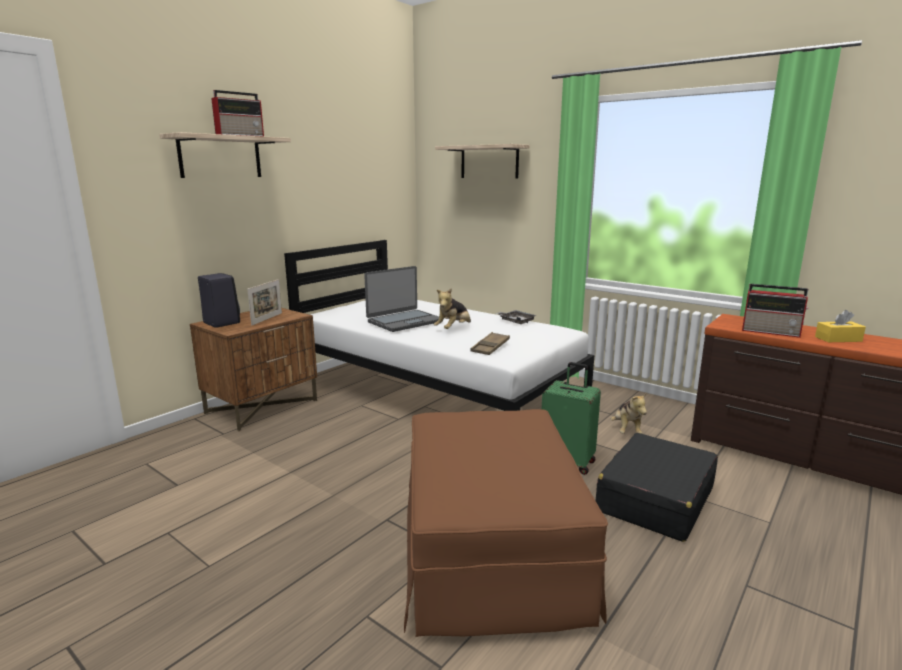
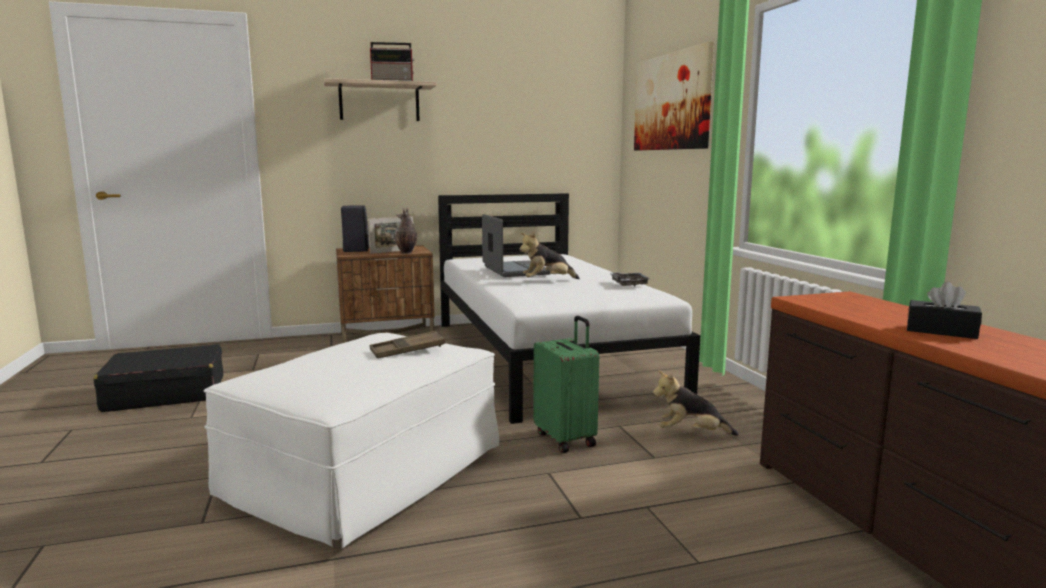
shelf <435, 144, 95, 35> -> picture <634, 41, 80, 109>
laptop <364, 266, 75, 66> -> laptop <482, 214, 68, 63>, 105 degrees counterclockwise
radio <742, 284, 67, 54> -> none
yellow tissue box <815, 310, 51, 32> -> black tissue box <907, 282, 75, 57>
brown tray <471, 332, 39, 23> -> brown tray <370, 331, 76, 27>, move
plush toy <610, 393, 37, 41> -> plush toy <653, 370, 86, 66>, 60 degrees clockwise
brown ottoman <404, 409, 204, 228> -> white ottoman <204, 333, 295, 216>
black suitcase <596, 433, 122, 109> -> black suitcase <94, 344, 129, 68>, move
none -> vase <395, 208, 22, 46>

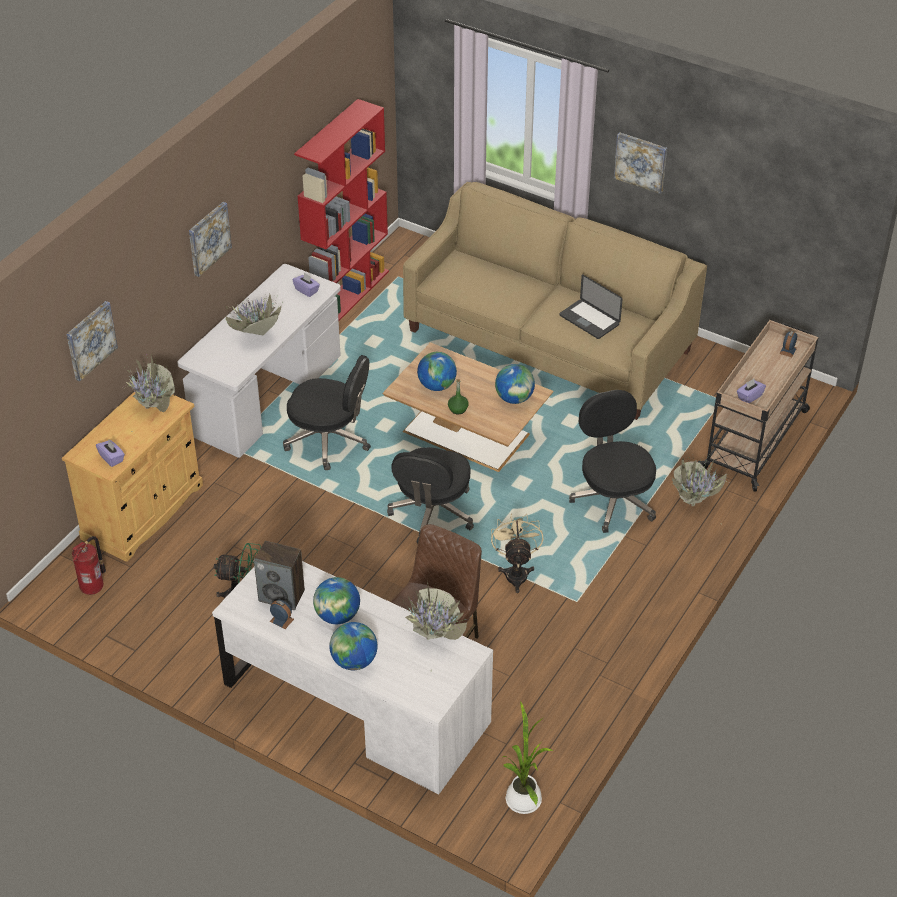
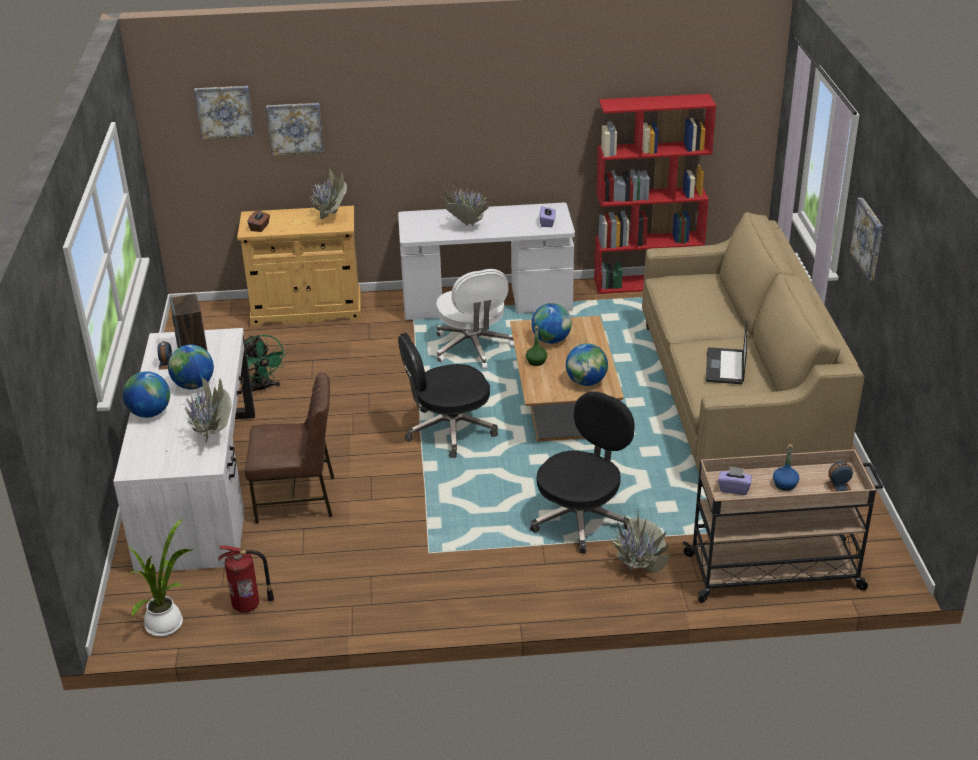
picture <189, 202, 43, 75> -> picture <194, 86, 60, 53>, move
black office chair <283, 355, 88, 115> -> white office chair <436, 269, 78, 100>
purple tissue box <96, 440, 29, 27> -> brown tissue box <247, 210, 23, 22>
beige fan <491, 513, 52, 80> -> none
fire extinguisher <72, 536, 34, 59> -> fire extinguisher <218, 545, 56, 68>, move
none -> blue bottle <773, 444, 27, 47>

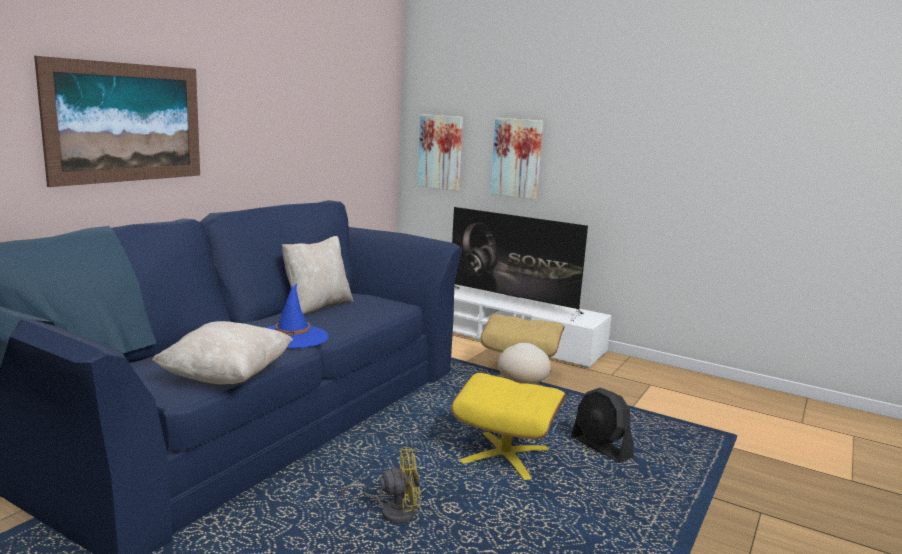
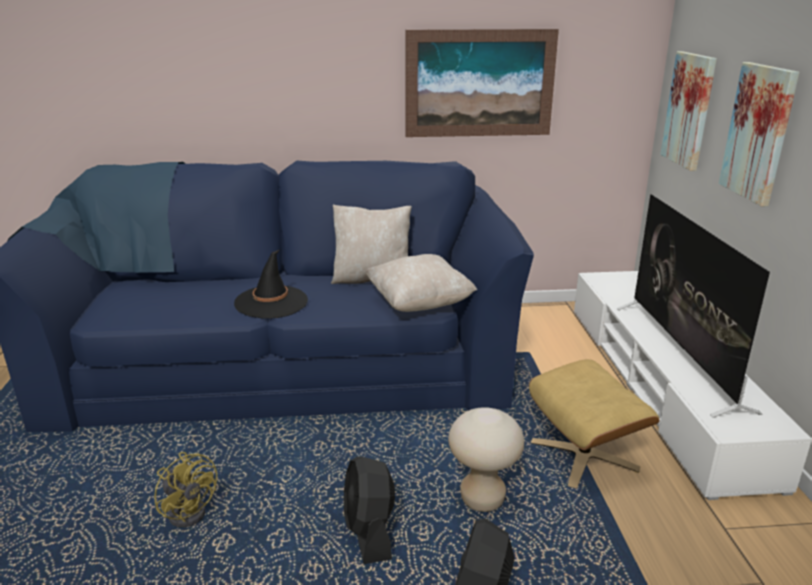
picture <34, 56, 166, 131> -> picture <405, 29, 154, 108>, move
blue hat <265, 284, 64, 64> -> black hat <234, 250, 74, 69>
beige pillow <152, 321, 141, 63> -> beige pillow <365, 254, 112, 58>, move
yellow ottoman <451, 373, 115, 107> -> black fan <344, 456, 51, 108>

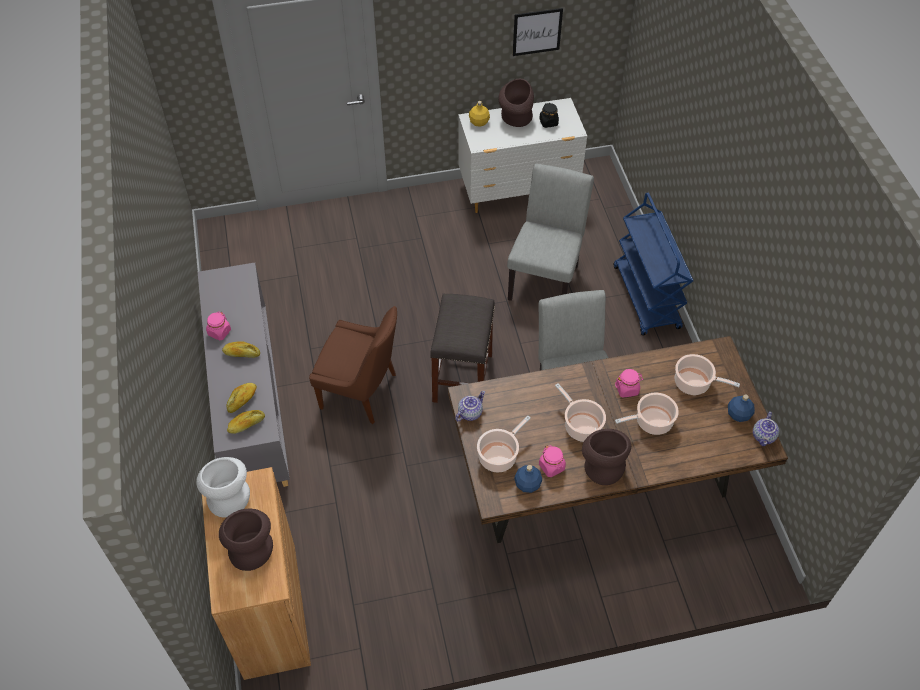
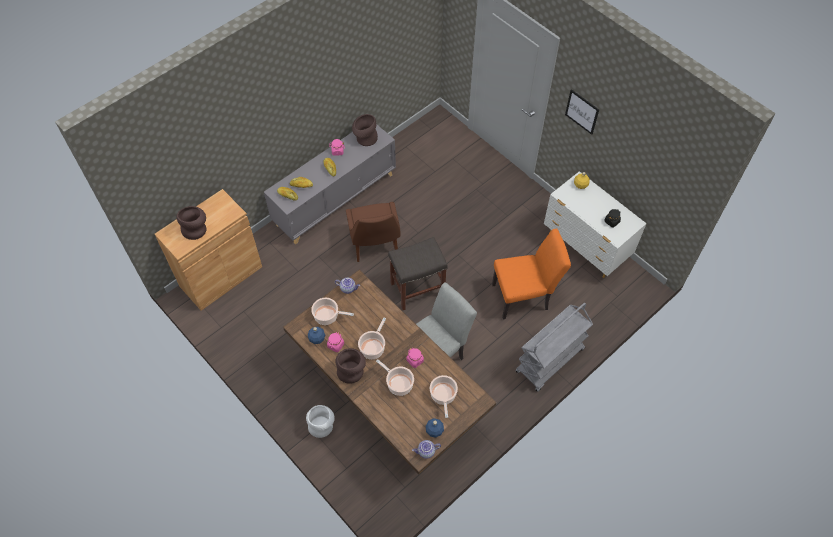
picture <513, 8, 50, 48> -> picture <565, 89, 34, 46>, move
brown vase <499, 79, 35, 48> -> brown vase <352, 114, 26, 32>, move
grey chair <507, 163, 87, 138> -> orange chair <492, 228, 79, 91>
blue cart <614, 193, 79, 143> -> grey cart <515, 303, 78, 89>
white vase <196, 457, 54, 61> -> white vase <306, 405, 29, 33>, move

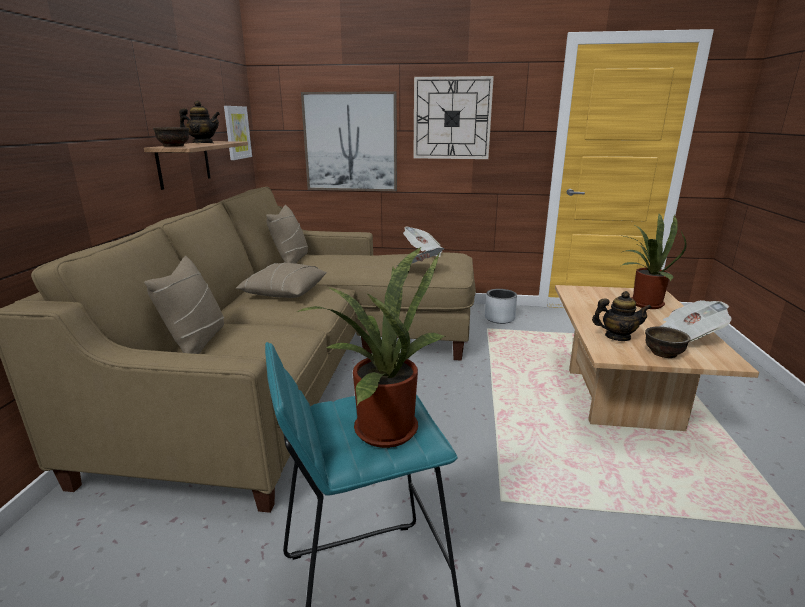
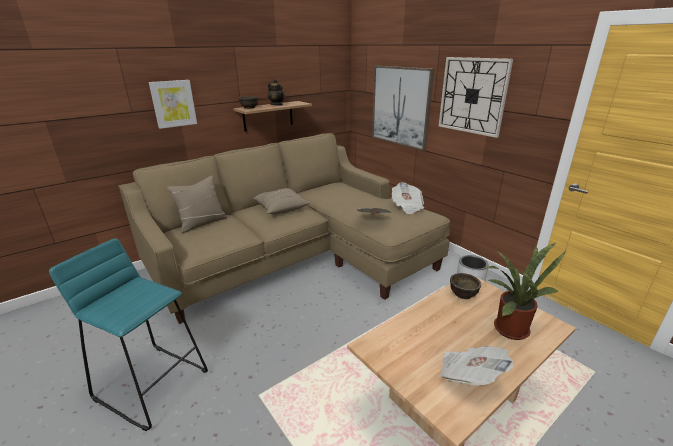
picture <224, 106, 28, 54> -> picture <149, 80, 48, 49>, move
beige pillow <266, 205, 42, 59> -> none
potted plant <297, 247, 147, 201> -> none
teapot <592, 291, 60, 50> -> none
brown bowl <645, 326, 46, 32> -> brown bowl <450, 273, 31, 26>, move

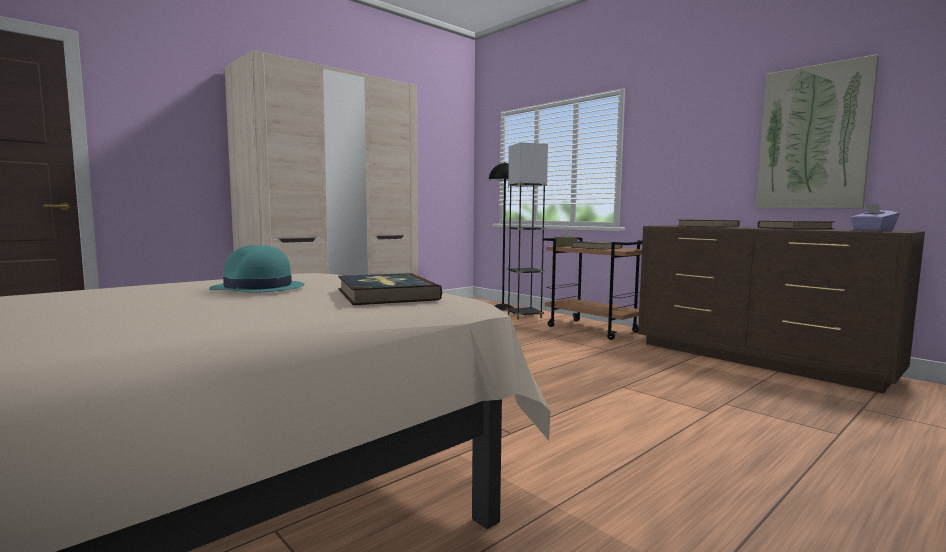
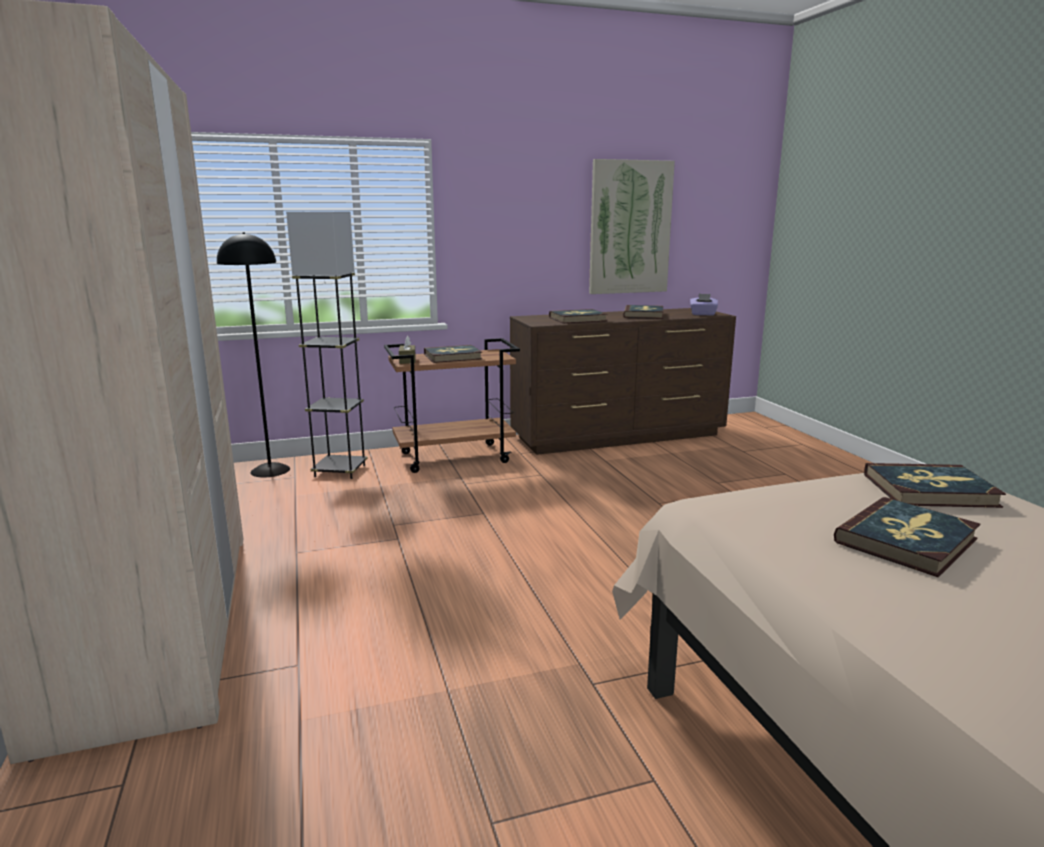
turquoise hat <209, 245, 96, 48> -> book <834, 497, 146, 80>

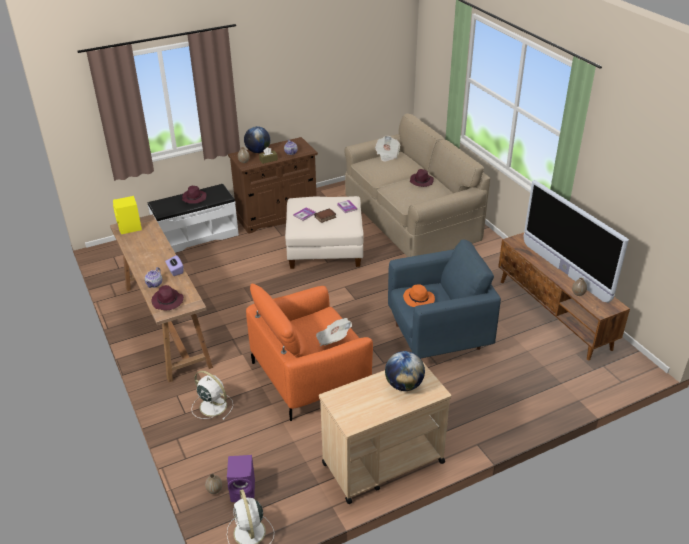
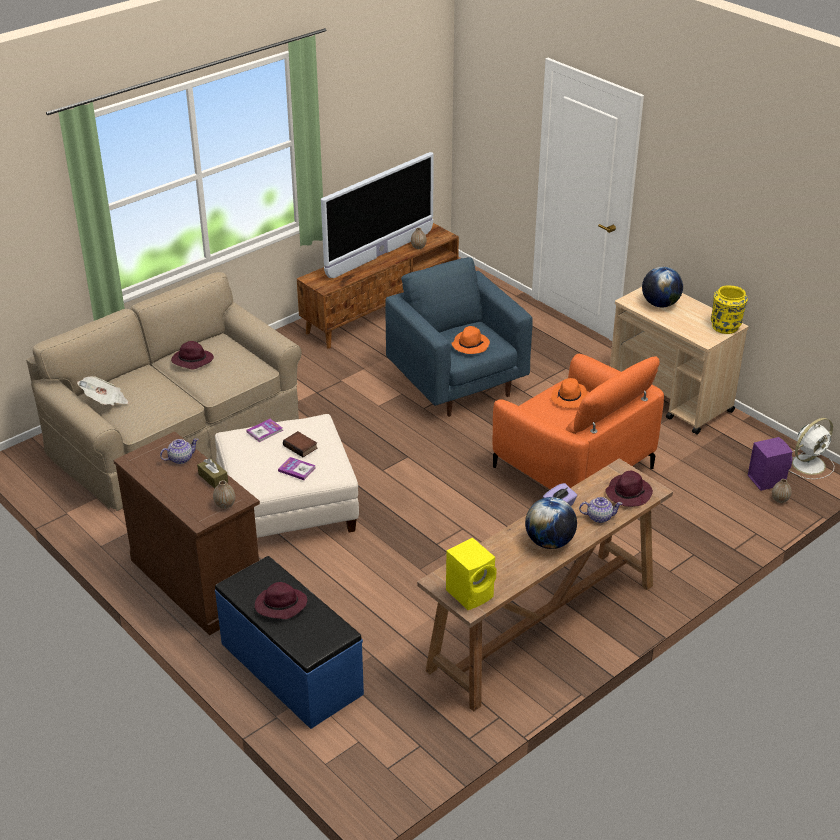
globe <244, 126, 26, 27> -> globe <525, 497, 52, 52>, move
white bench <148, 184, 91, 69> -> blue bench <215, 556, 149, 173>
newspaper <316, 318, 36, 28> -> orange hat <551, 378, 36, 30>
white fan <191, 371, 42, 49> -> none
none -> yellow vase <711, 286, 37, 48>

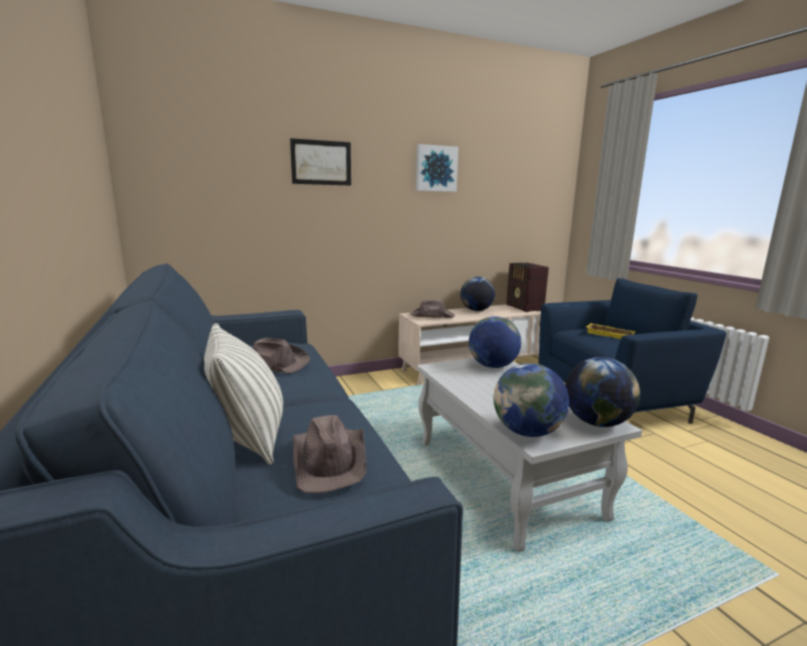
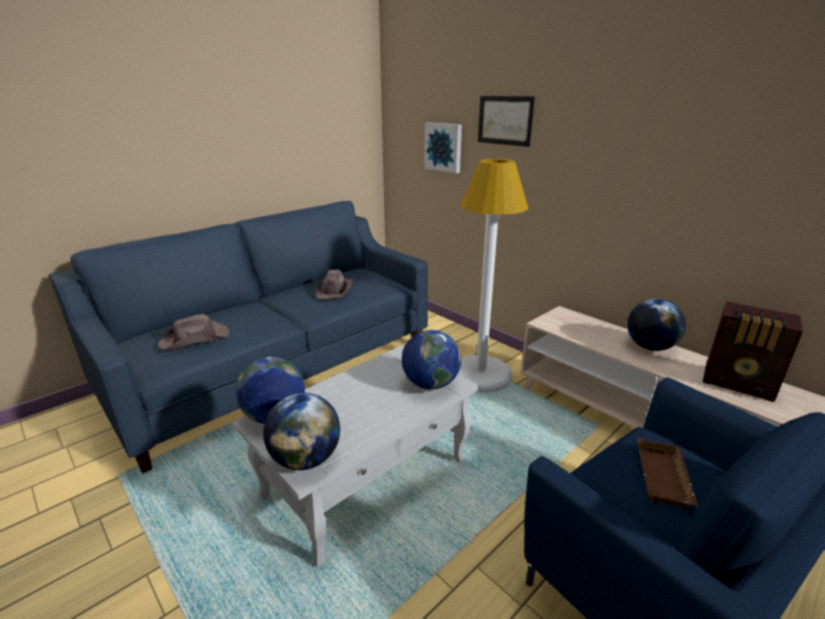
picture <416, 144, 42, 48> -> picture <424, 122, 38, 51>, move
radio <506, 263, 43, 49> -> radio <703, 301, 100, 101>, 105 degrees counterclockwise
brown hat <409, 300, 46, 18> -> none
pillow <204, 323, 79, 142> -> none
yellow tray <587, 323, 48, 16> -> brown tray <638, 438, 60, 69>
none -> white floor lamp <458, 159, 70, 234>

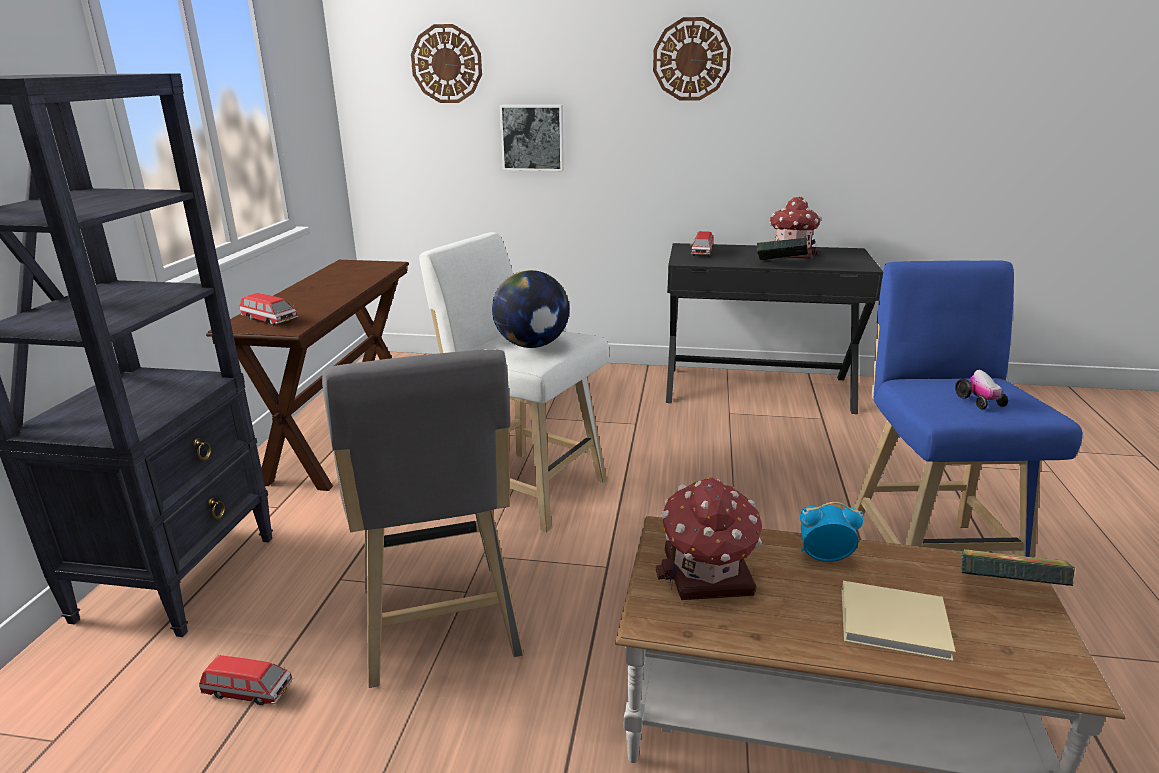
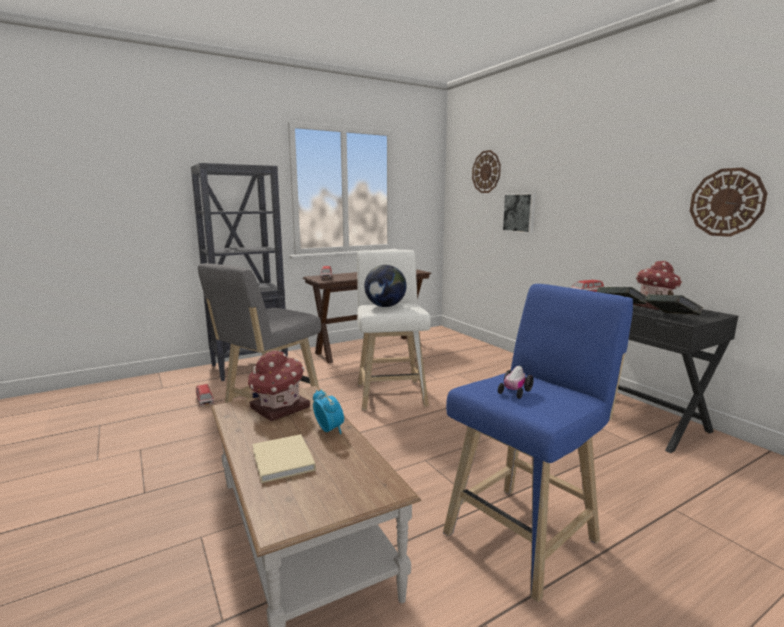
wall clock <653, 17, 78, 83> -> wall clock <690, 168, 78, 69>, move
book <962, 549, 113, 37> -> book <645, 294, 58, 21>, move

